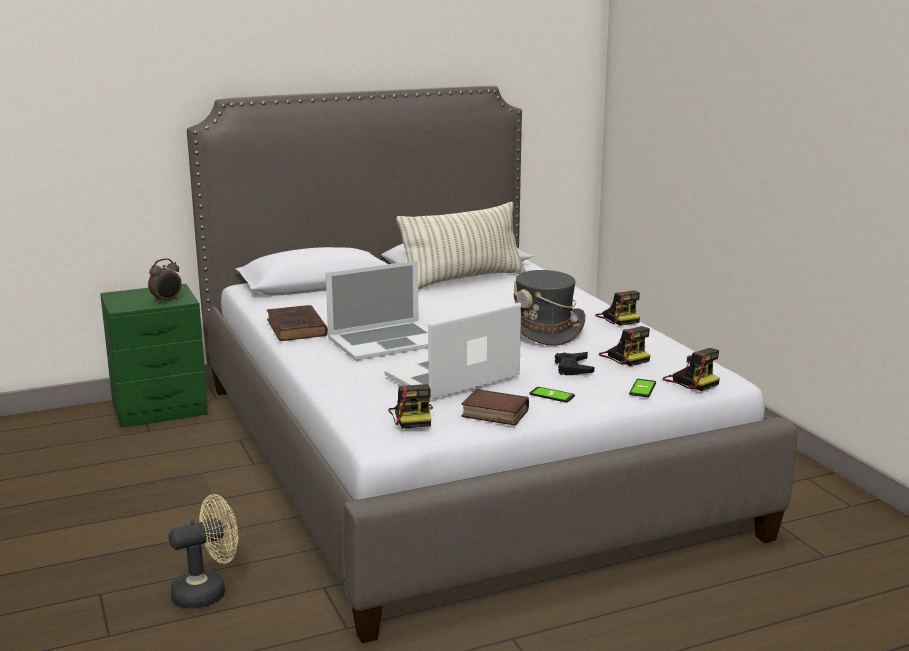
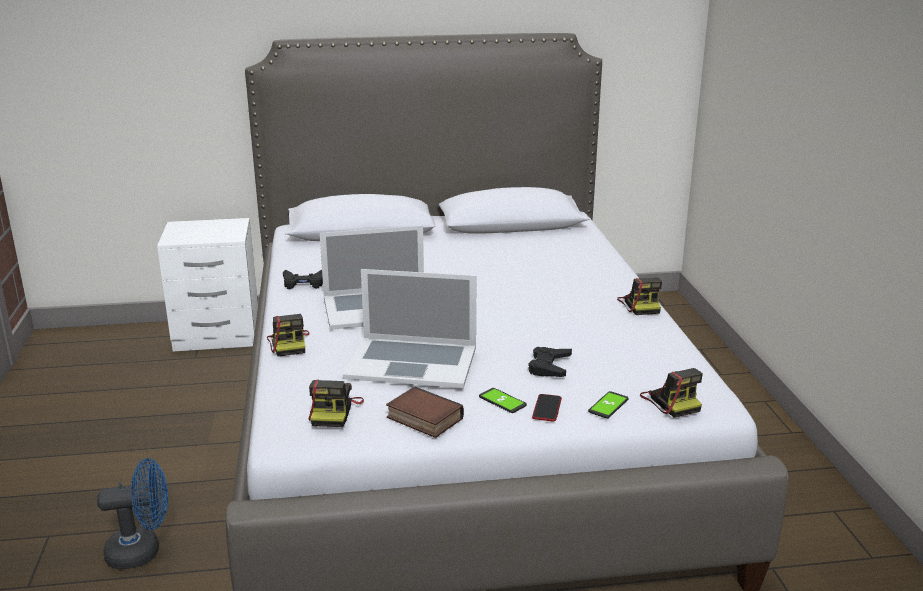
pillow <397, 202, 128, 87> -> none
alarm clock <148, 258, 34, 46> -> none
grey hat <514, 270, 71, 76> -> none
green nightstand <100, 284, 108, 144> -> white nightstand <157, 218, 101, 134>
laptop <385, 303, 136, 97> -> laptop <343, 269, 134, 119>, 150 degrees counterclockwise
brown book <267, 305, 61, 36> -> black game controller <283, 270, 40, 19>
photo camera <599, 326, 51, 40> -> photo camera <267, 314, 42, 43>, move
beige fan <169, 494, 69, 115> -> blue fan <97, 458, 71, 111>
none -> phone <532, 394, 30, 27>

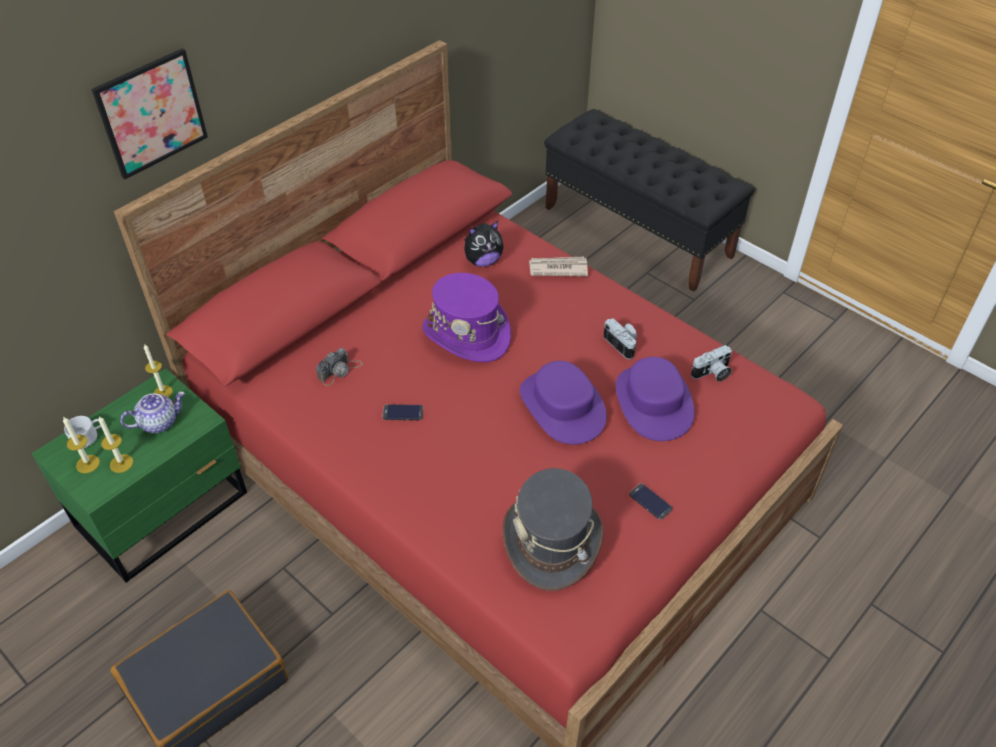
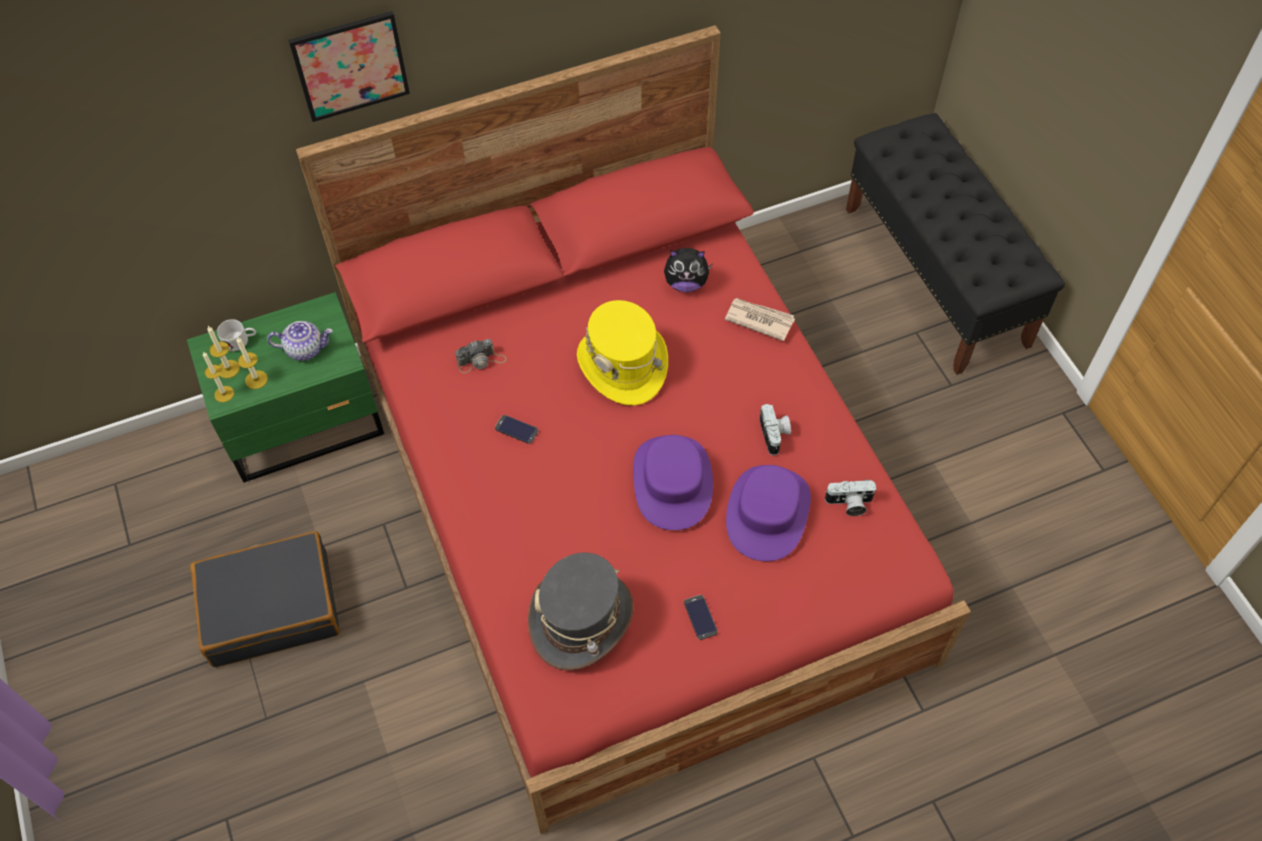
purple hat <422, 273, 89, 89> -> yellow hat <577, 300, 91, 106>
candle <144, 344, 29, 53> -> candle <203, 352, 31, 50>, move

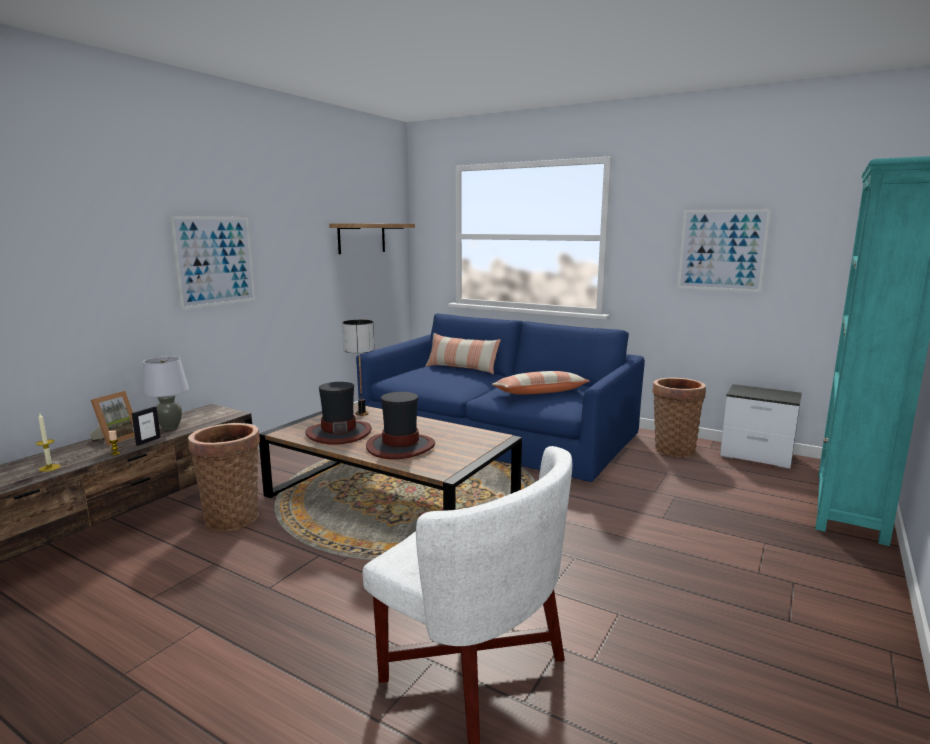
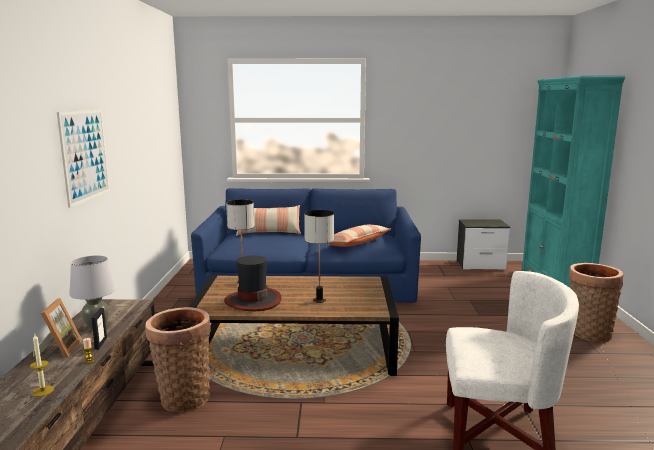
picture <678, 209, 93, 83> -> none
shelf <329, 223, 86, 31> -> none
basket <652, 377, 54, 81> -> basket <569, 263, 55, 79>, move
hat <366, 392, 69, 67> -> table lamp <304, 210, 30, 93>

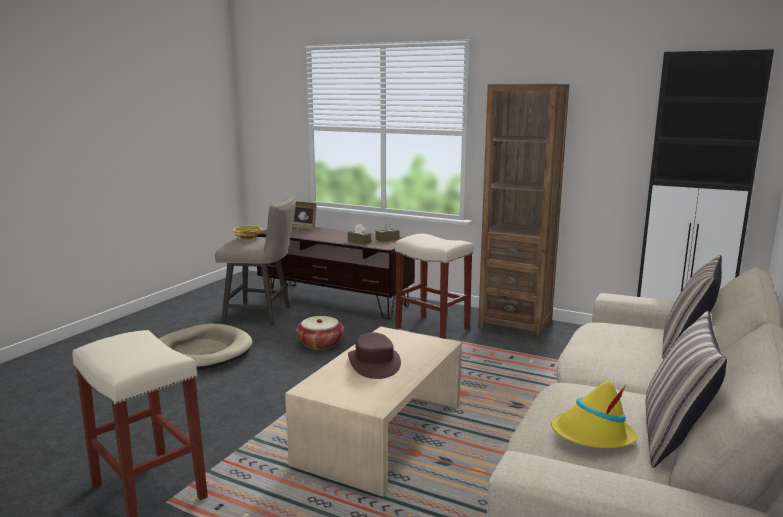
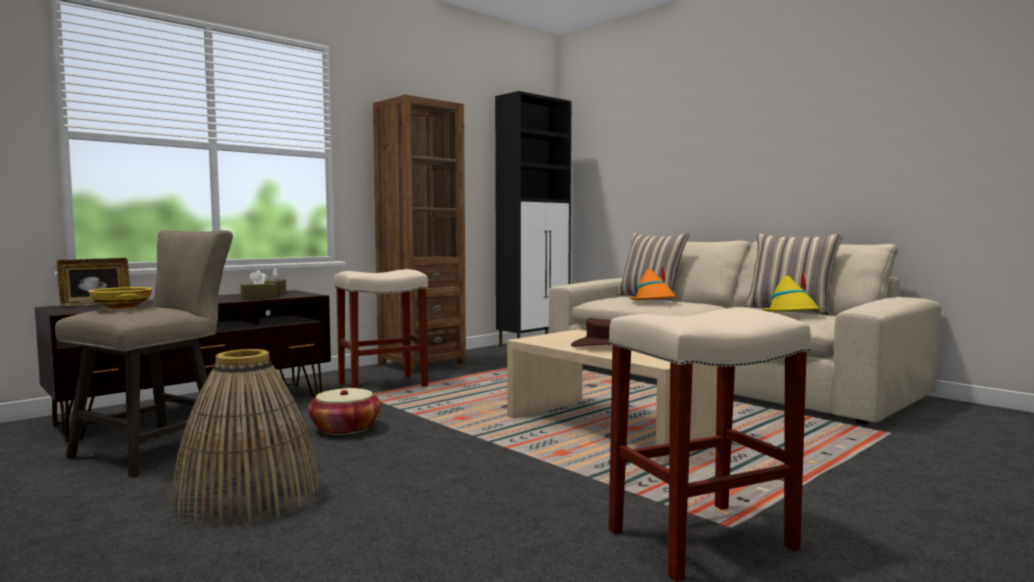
beige dog bed <159, 324, 94, 46> -> basket <171, 349, 149, 178>
none -> orange hat <629, 267, 50, 33>

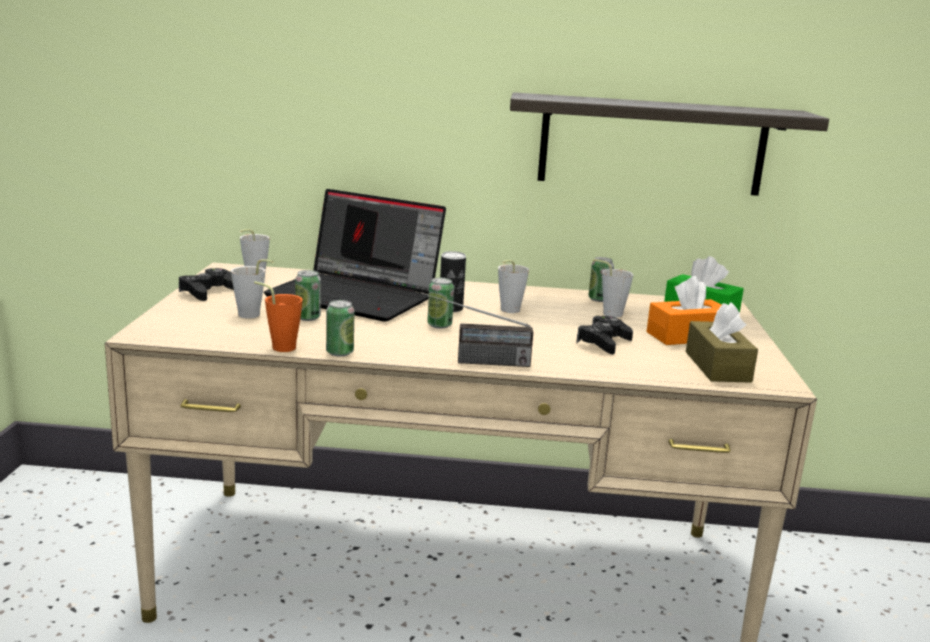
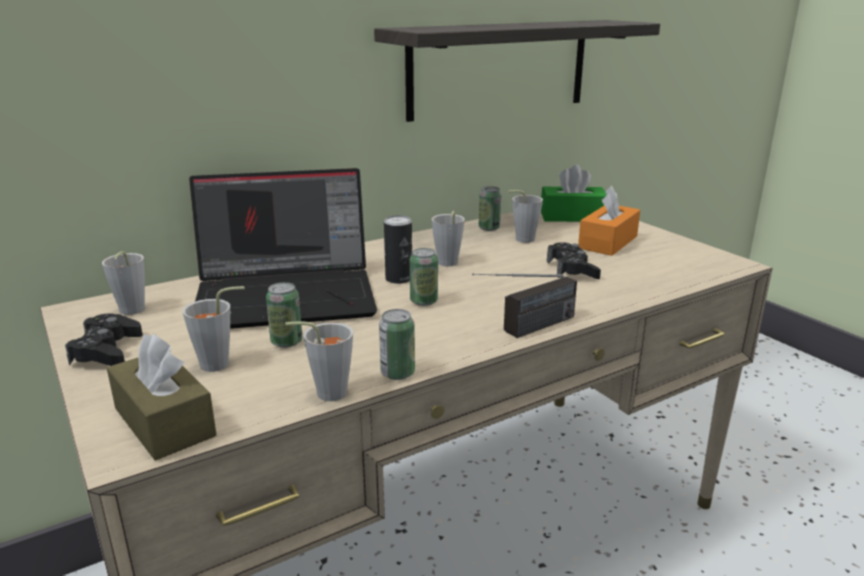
orange cup <254, 281, 49, 71> -> grey cup <285, 322, 68, 79>
brown tissue box <686, 302, 72, 81> -> brown tissue box <107, 334, 110, 126>, move

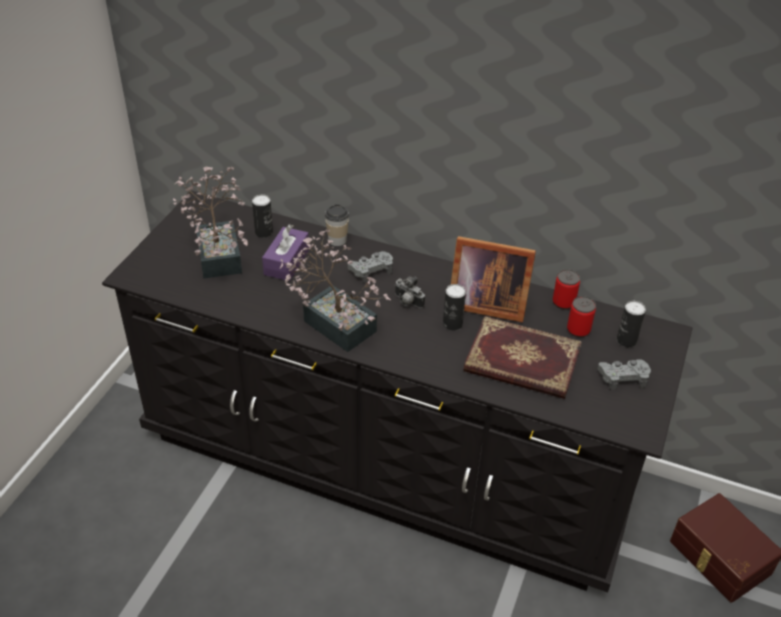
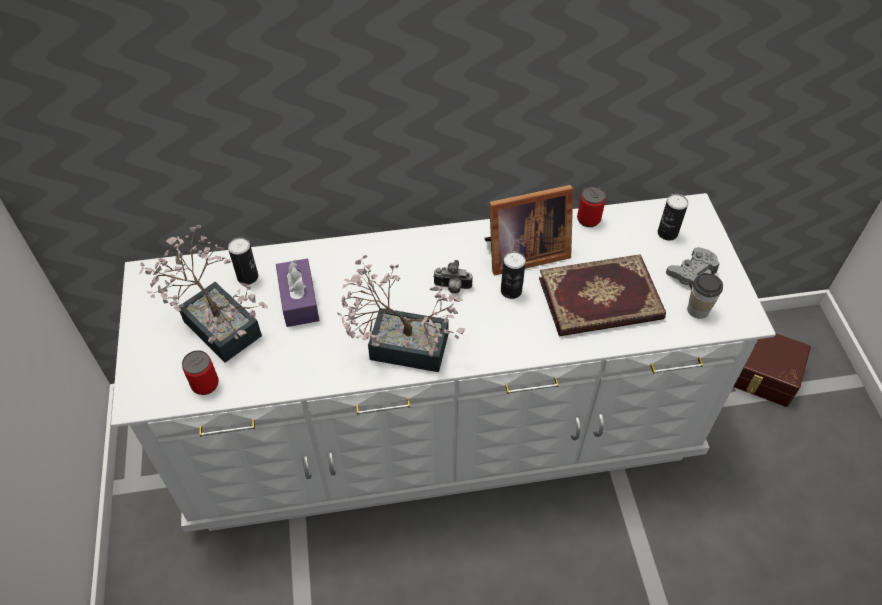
black dresser <102, 191, 591, 402> -> white dresser <111, 193, 665, 339>
cup <325, 204, 24, 42> -> cup <687, 273, 36, 46>, move
grey game controller <348, 251, 45, 32> -> none
can <567, 296, 29, 41> -> can <182, 350, 37, 45>, move

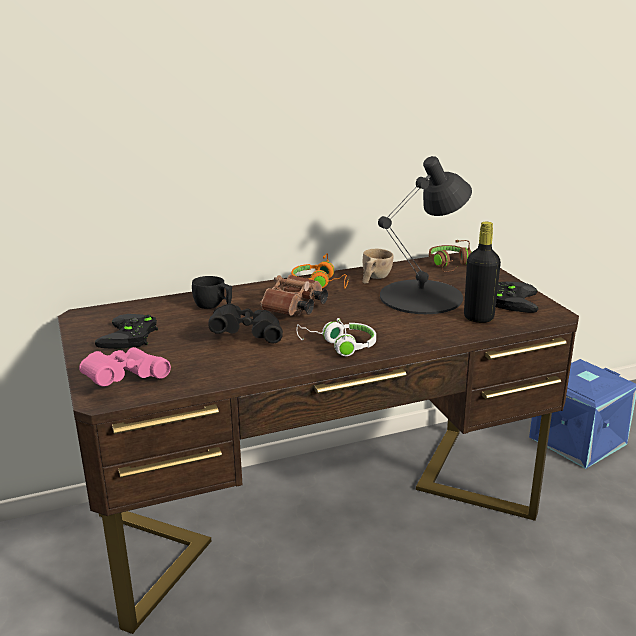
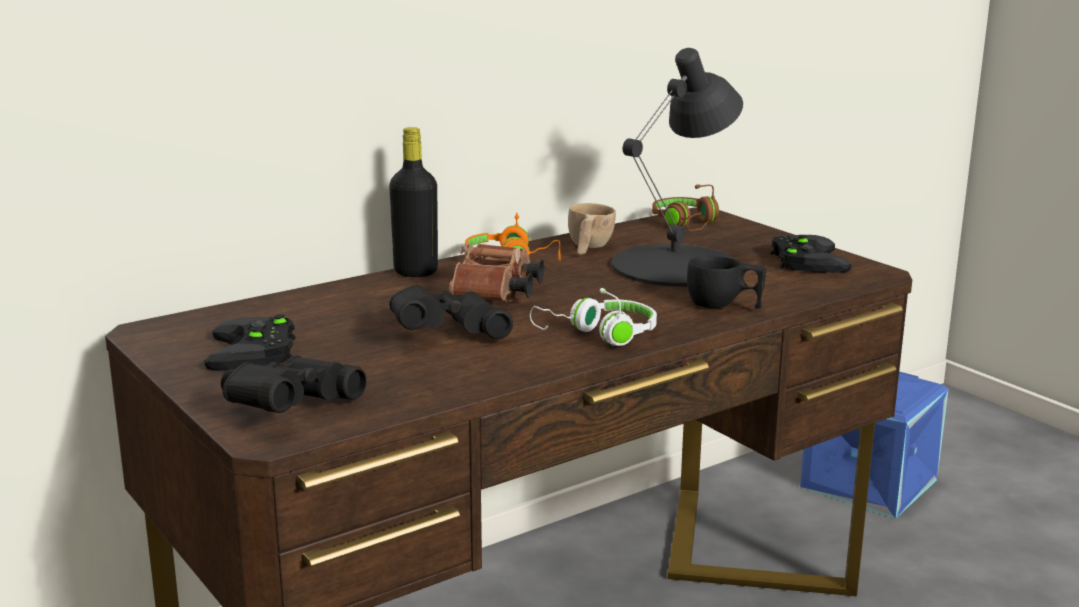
black bottle <464, 222, 37, 101> -> black bottle <389, 127, 49, 150>, move
black cup <192, 276, 40, 33> -> black cup <687, 256, 79, 53>, move
pink binoculars <79, 347, 92, 40> -> black binoculars <221, 355, 146, 58>

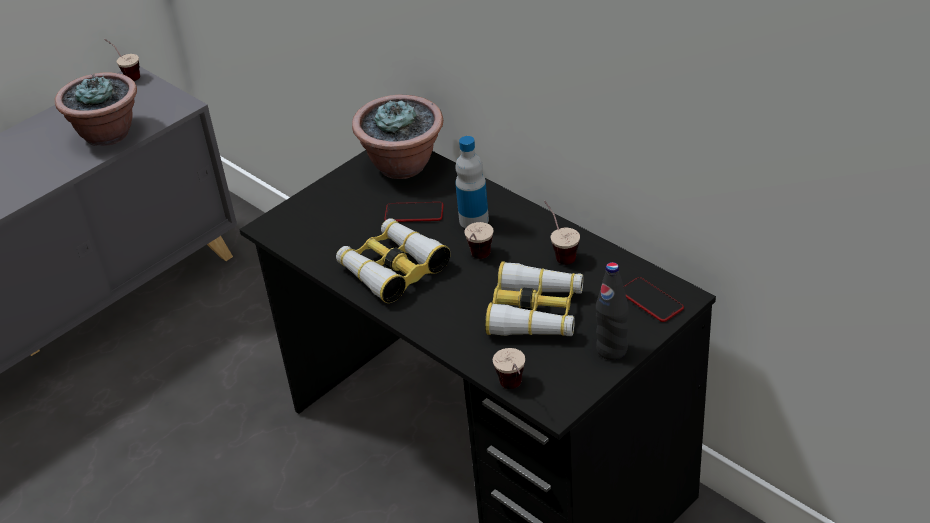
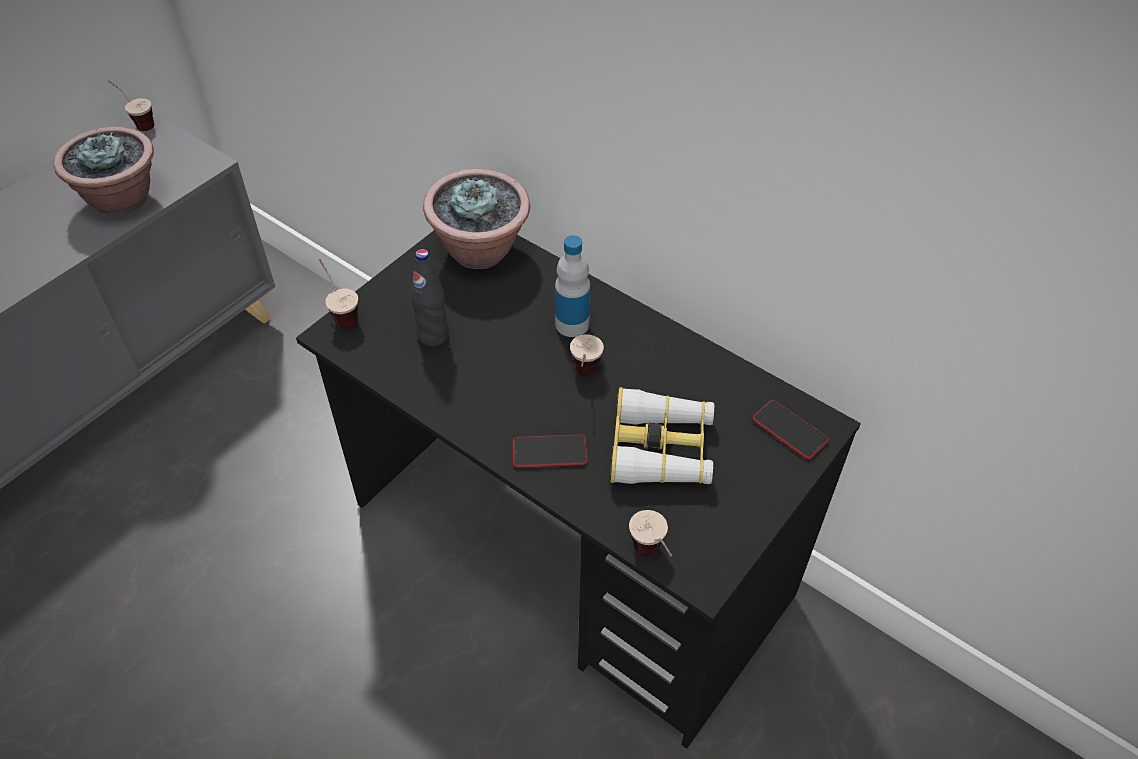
cup <544, 201, 36, 64> -> cup <319, 259, 39, 70>, move
phone <384, 202, 60, 20> -> phone <512, 434, 76, 34>, move
binoculars <336, 218, 115, 85> -> none
black bottle <596, 262, 33, 98> -> black bottle <411, 249, 38, 98>, move

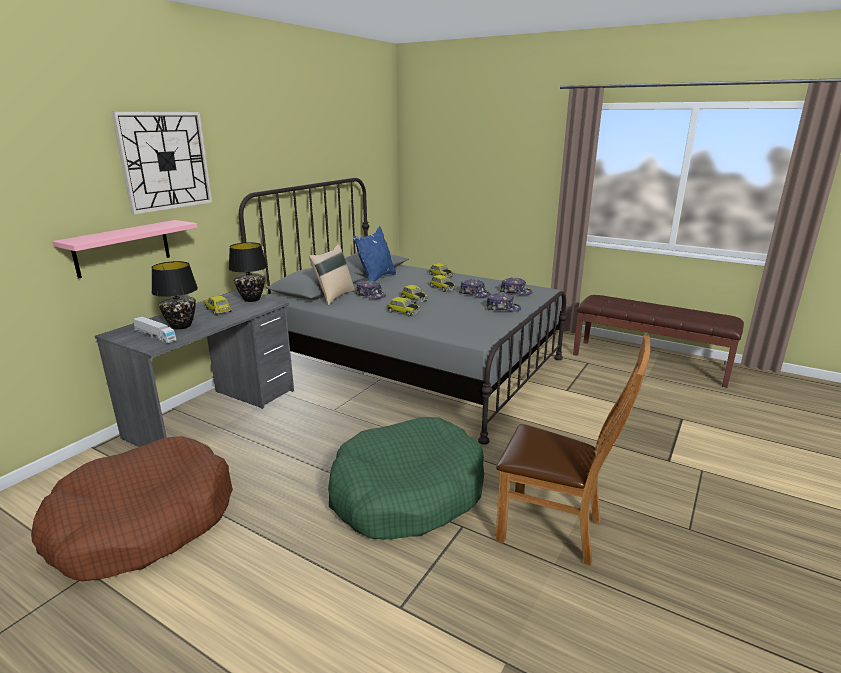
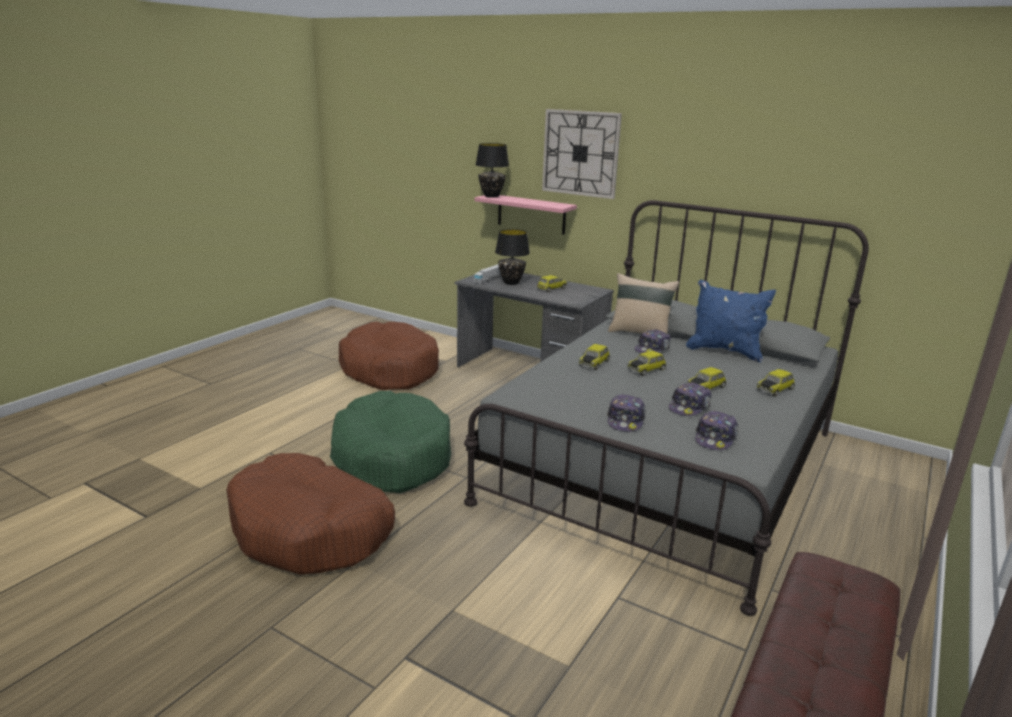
black table lamp <229, 242, 38, 60> -> black table lamp <475, 143, 34, 55>, move
brown chair <495, 335, 155, 231> -> brown dog bed <226, 453, 169, 122>

